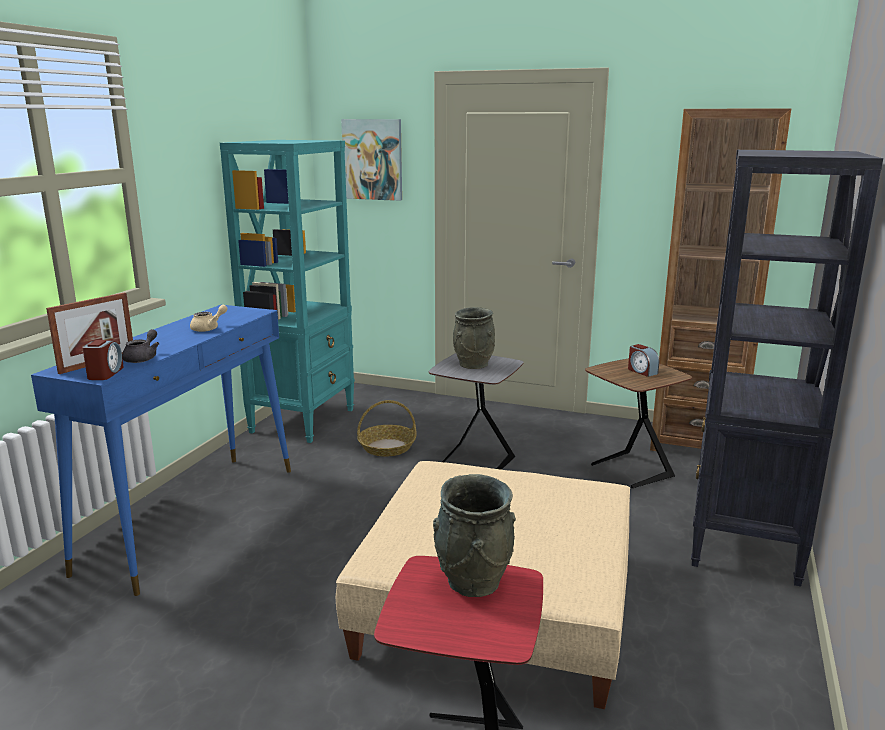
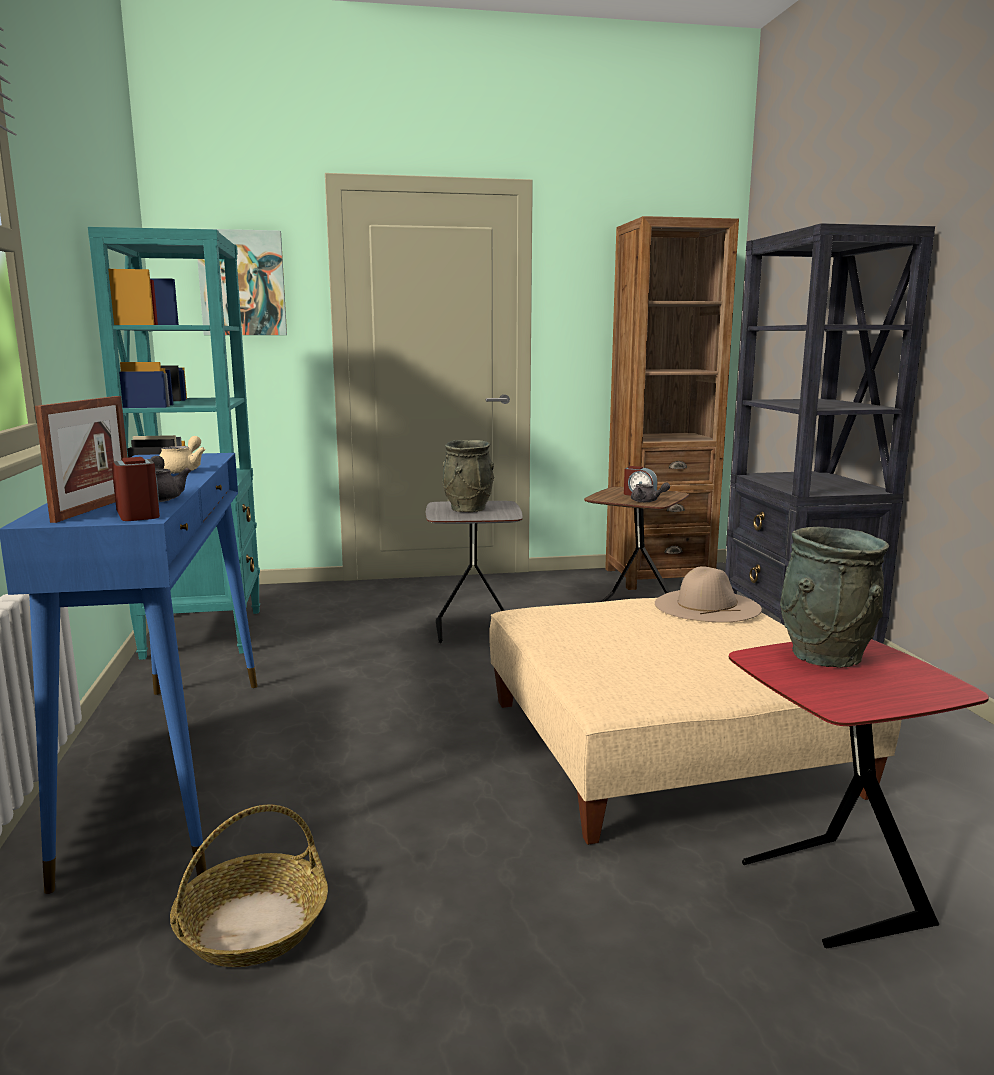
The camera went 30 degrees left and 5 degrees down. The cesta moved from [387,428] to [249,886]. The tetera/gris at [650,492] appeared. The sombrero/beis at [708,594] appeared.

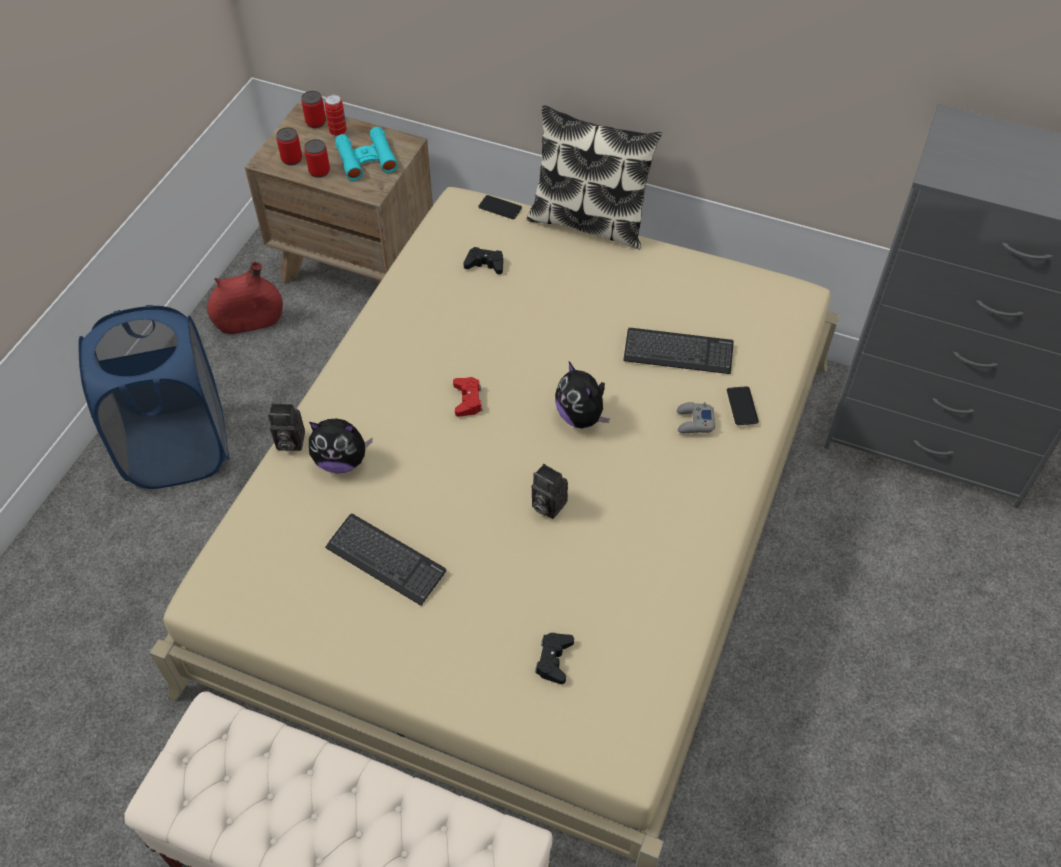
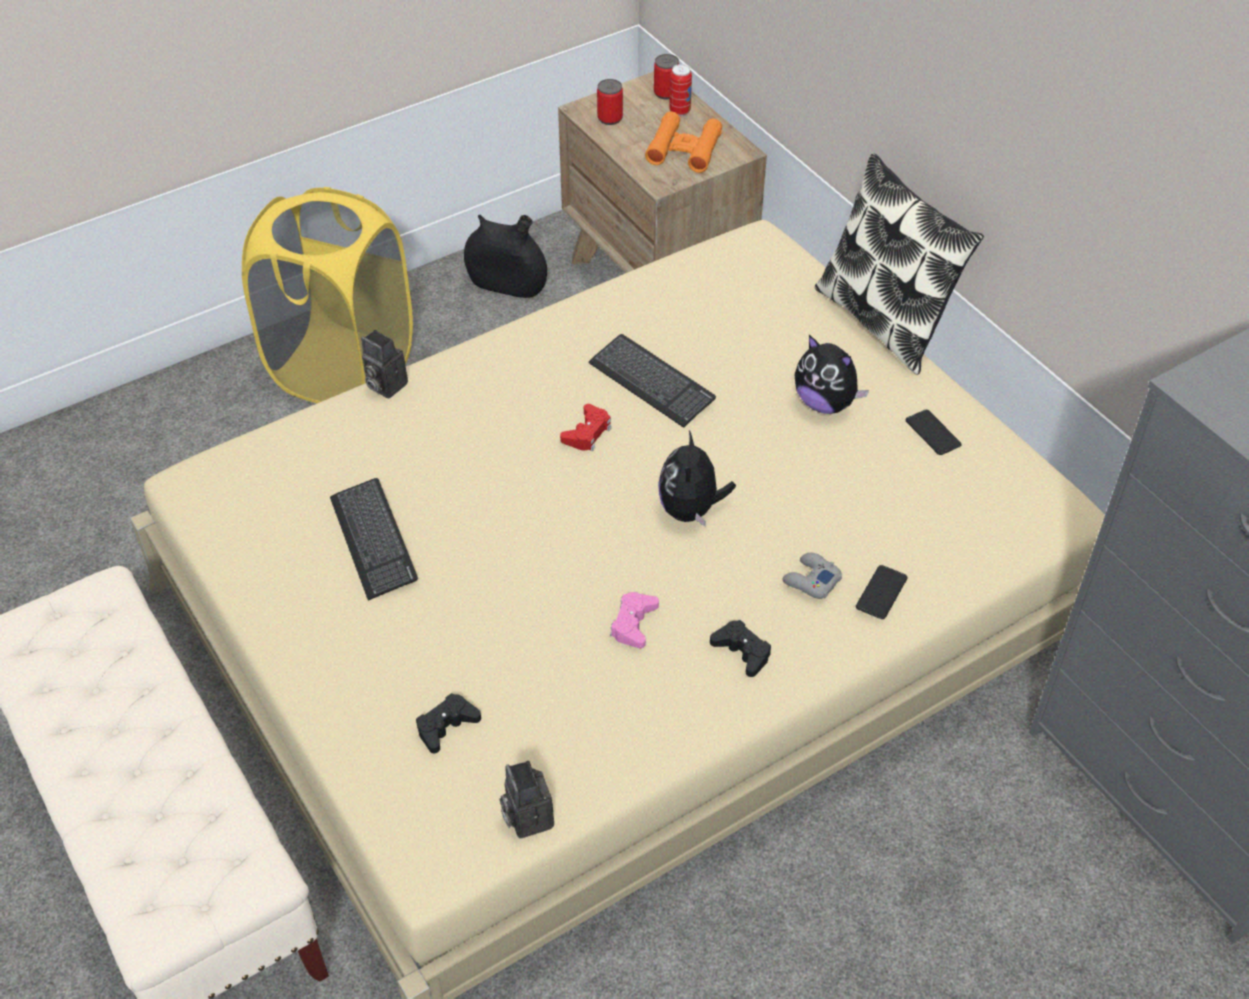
The camera went 35 degrees right and 5 degrees down. The prismáticos/turquesa at [366,154] became the prismáticos/naranja at [683,142]. The lata at [317,158] disappeared. The móvil moved from [500,207] to [934,432]. The mando de consola/negro moved from [483,260] to [740,648]. The florero/rojo at [245,298] became the florero/negro at [505,256]. The cesto de la ropa/azul at [153,397] became the cesto de la ropa/amarillo at [327,295]. The teclado moved from [678,351] to [652,381]. The peluche moved from [341,445] to [831,374]. The cámara moved from [550,491] to [527,799]. The mando de consola/rosa at [634,620] appeared.

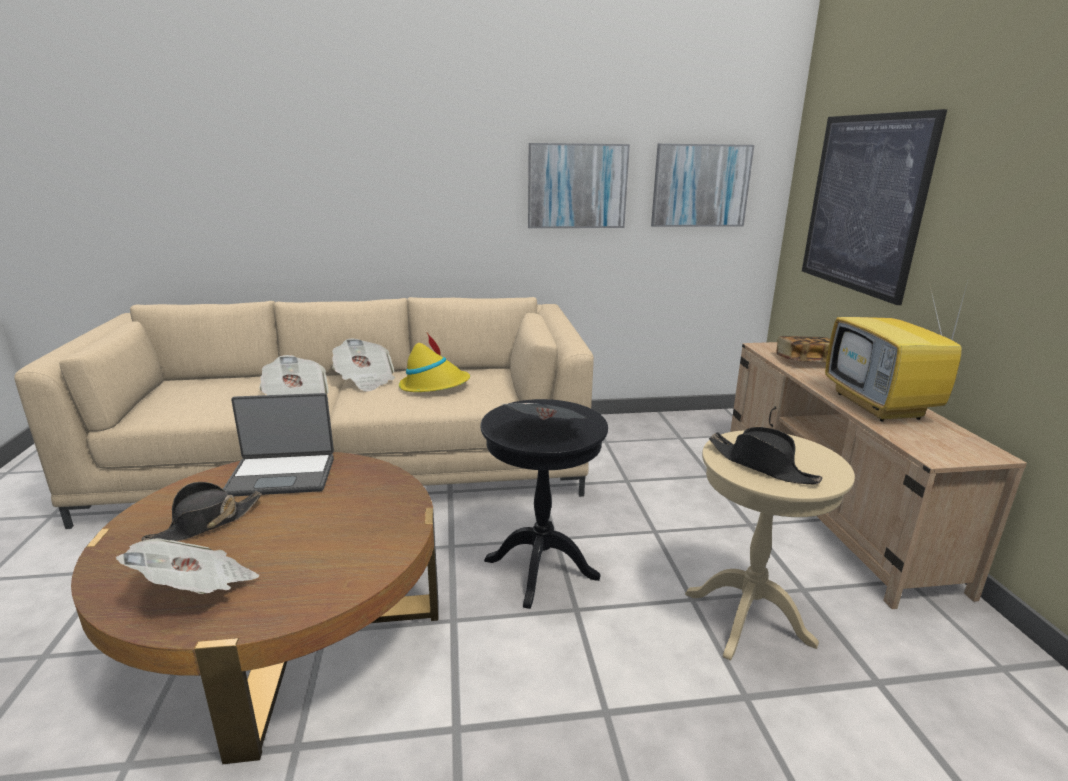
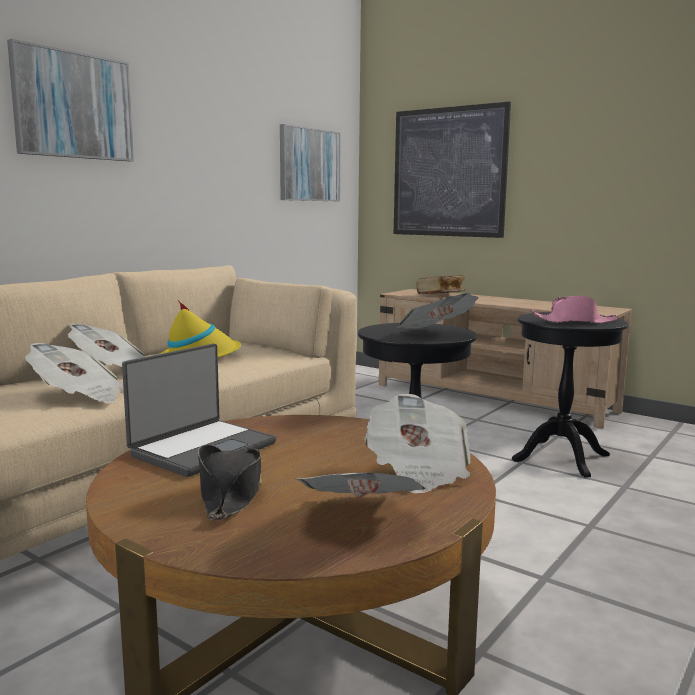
The camera went 45 degrees left and 10 degrees down. The cuadro moved from [579,185] to [70,100]. The televisor at [896,349] disappeared. The sombrero/negro at [766,455] became the sombrero/rosa at [575,310]. The mesa auxiliar/beis at [770,545] became the mesa auxiliar/negro at [570,395]. The periódico at [417,443] appeared.

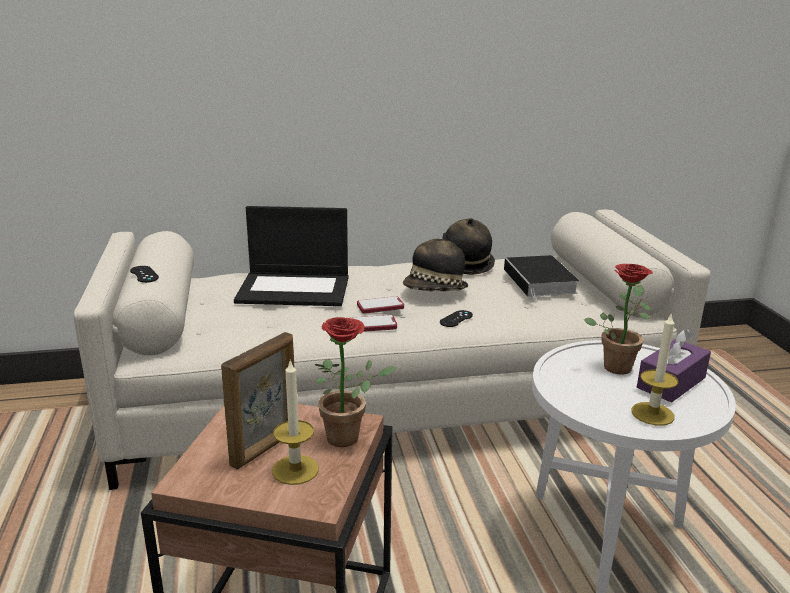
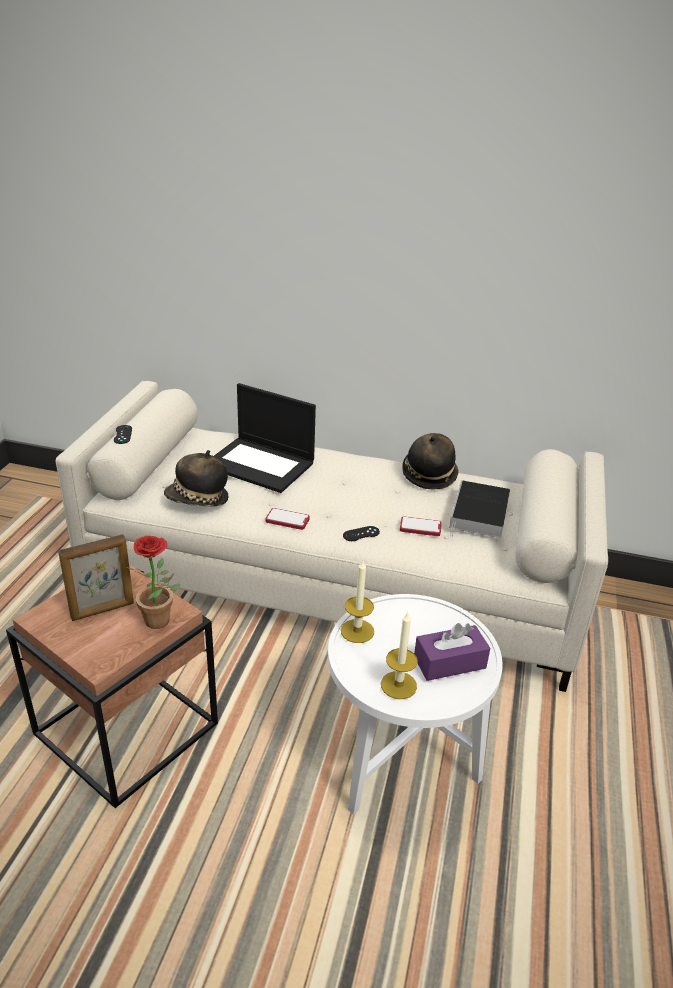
The camera went 25 degrees right and 10 degrees up. The sombrero moved from [435,261] to [196,478]. The planta en maceta at [618,319] disappeared. The móvil moved from [380,305] to [421,526]. The vela moved from [295,422] to [357,602].

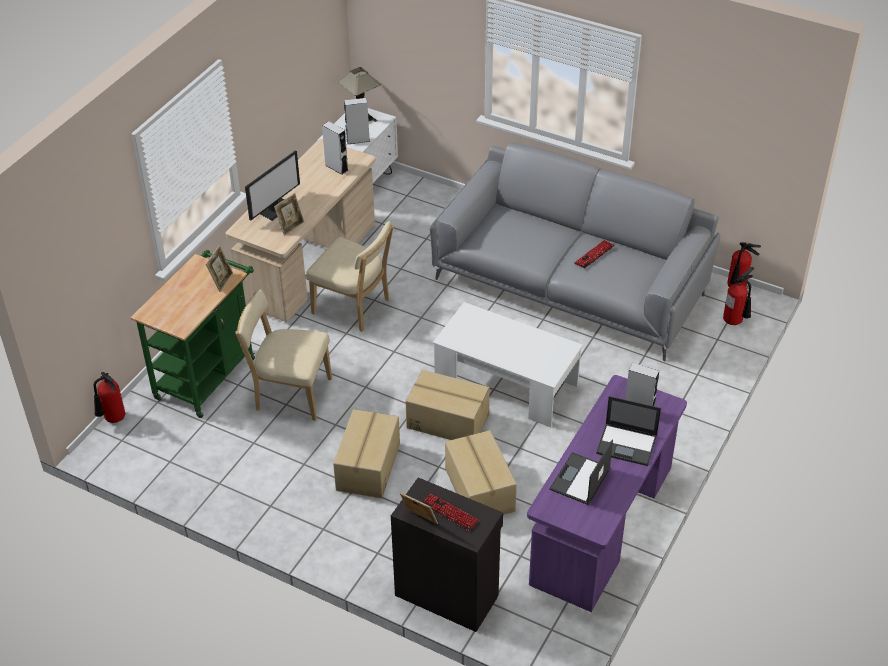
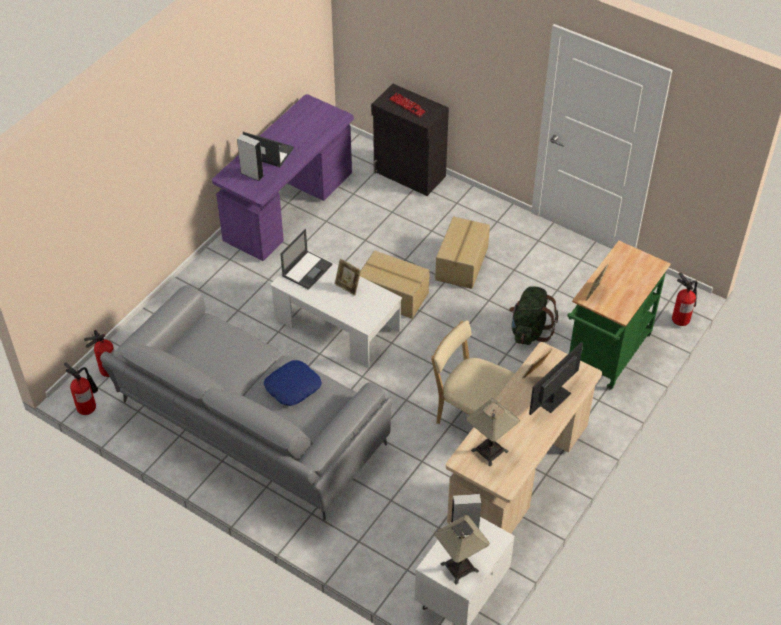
The camera went 175 degrees left and 5 degrees up. The altavoz/gris at [335,148] was replaced by the lámpara de mesa at [493,432]. The teclado at [594,254] disappeared. The silla/beis at [284,355] was replaced by the mochila/verde at [533,315]. The caja de cartón at [481,472] disappeared. The portátil moved from [581,472] to [306,259]. The portarretratos moved from [419,508] to [348,277]. The cojín/azul at [293,383] appeared.

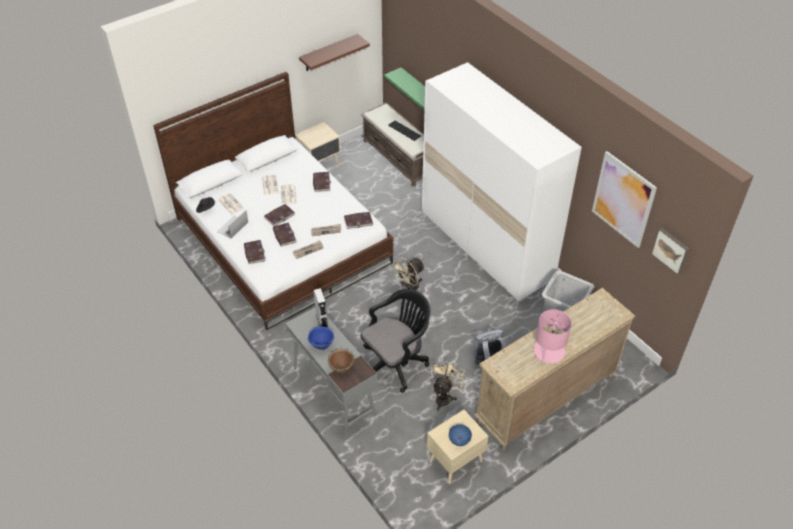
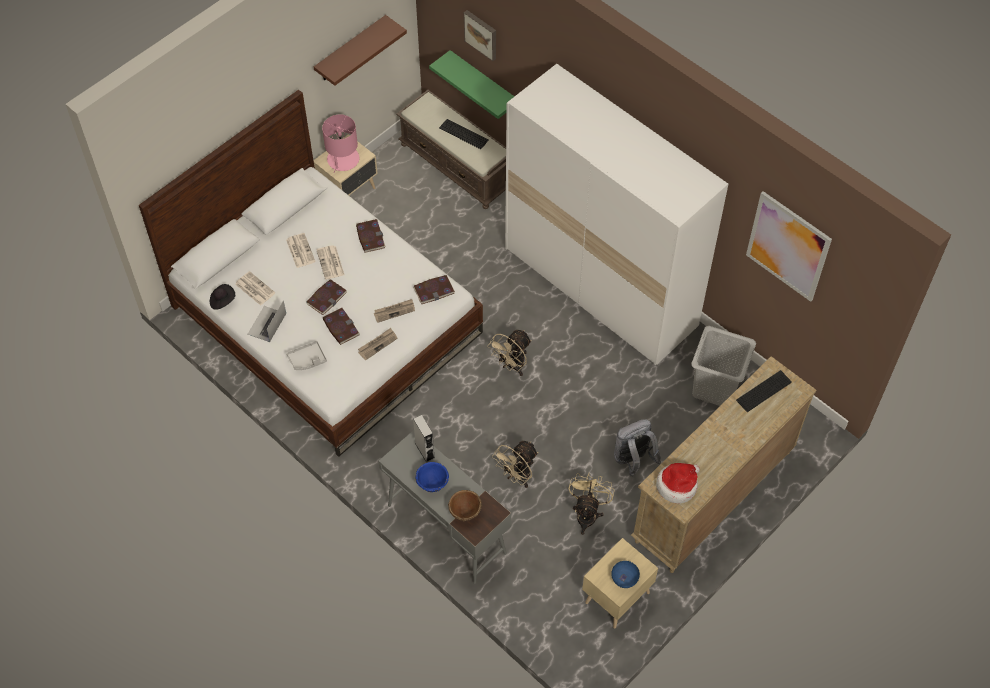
The camera went 10 degrees left and 10 degrees up. The cuadro moved from [670,251] to [480,35]. The libro at [255,252] was replaced by the bandeja/gris at [307,355]. The silla de oficina/negro at [395,341] was replaced by the ventilador/beis at [515,464]. The lámpara de mesa/rosa moved from [553,336] to [340,143]. The teclado at [764,391] appeared. The sombrero at [678,483] appeared.

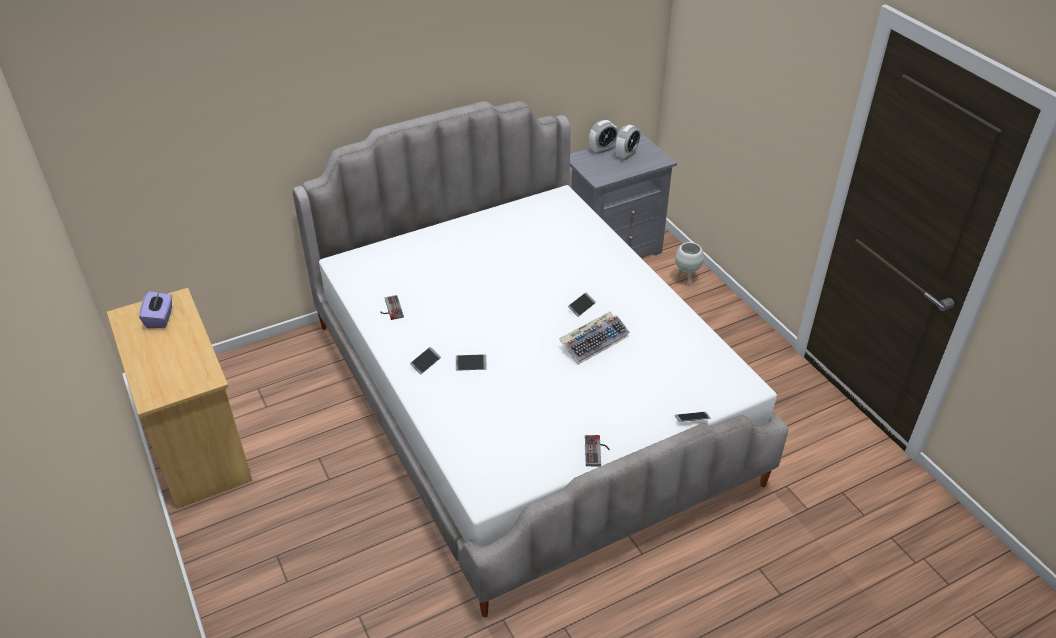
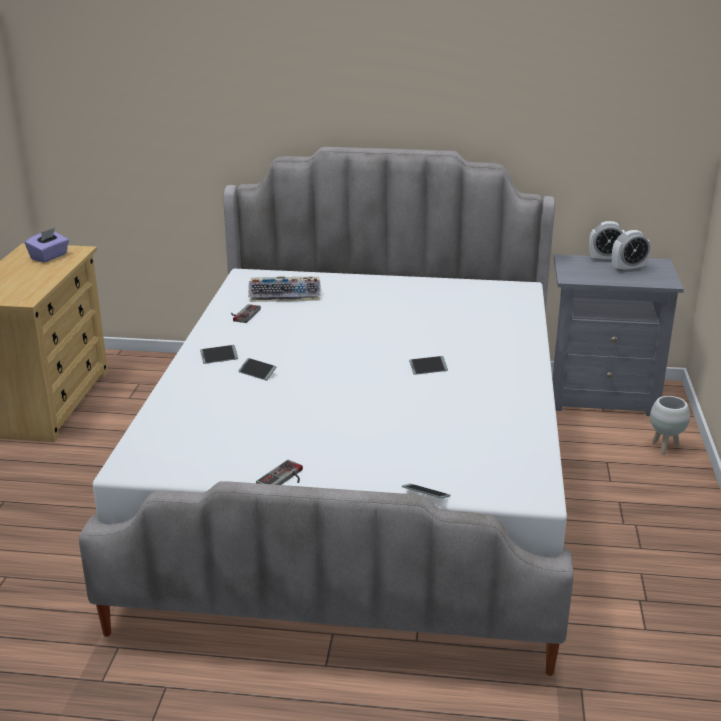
The camera went 35 degrees right and 15 degrees down. The teclado moved from [594,338] to [284,289].

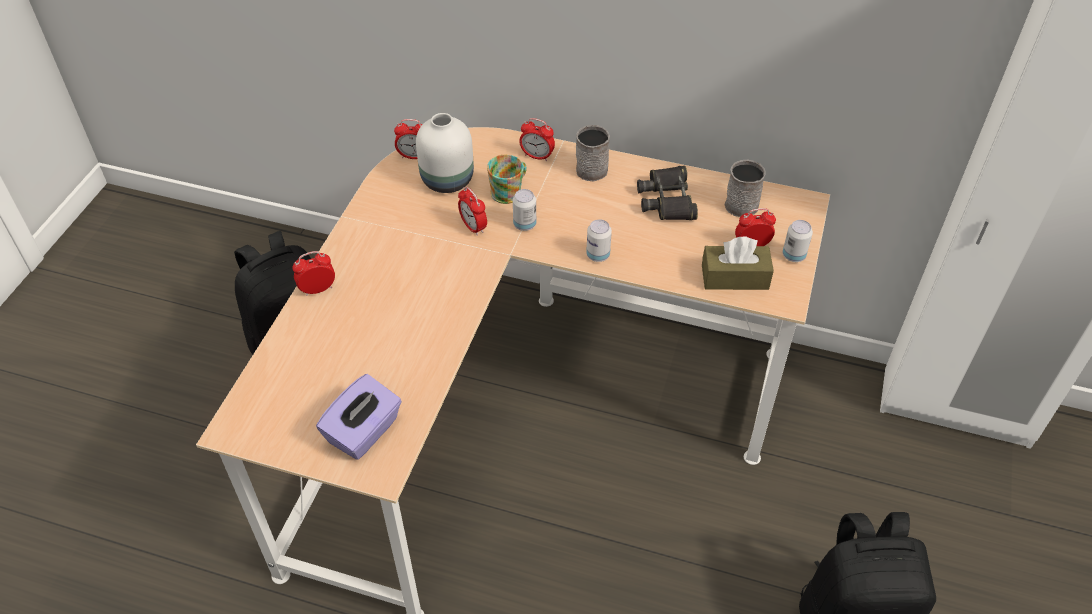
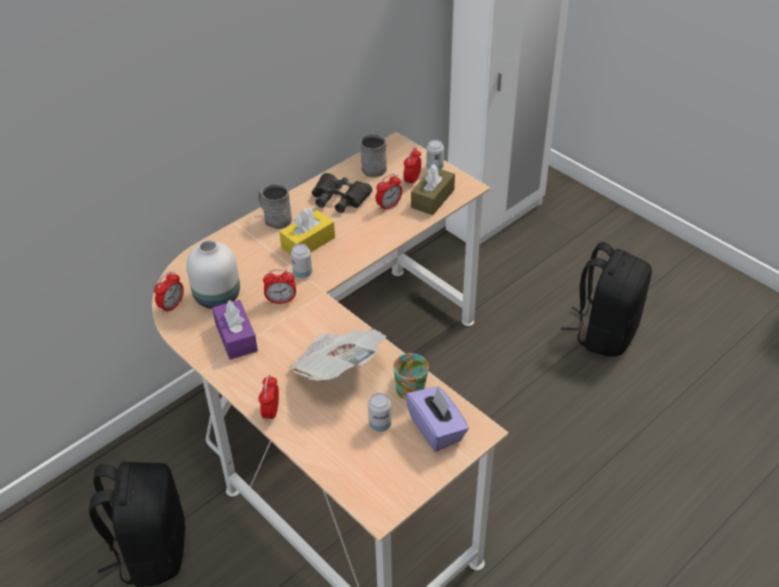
The camera went 60 degrees left and 5 degrees down. The despertador moved from [537,139] to [389,193]. The taza grande moved from [507,179] to [411,376]. The lata moved from [599,240] to [379,412]. The caja de pañuelos/amarillo at [307,231] appeared. The caja de pañuelos/morado at [235,329] appeared. The periódico at [337,355] appeared.

